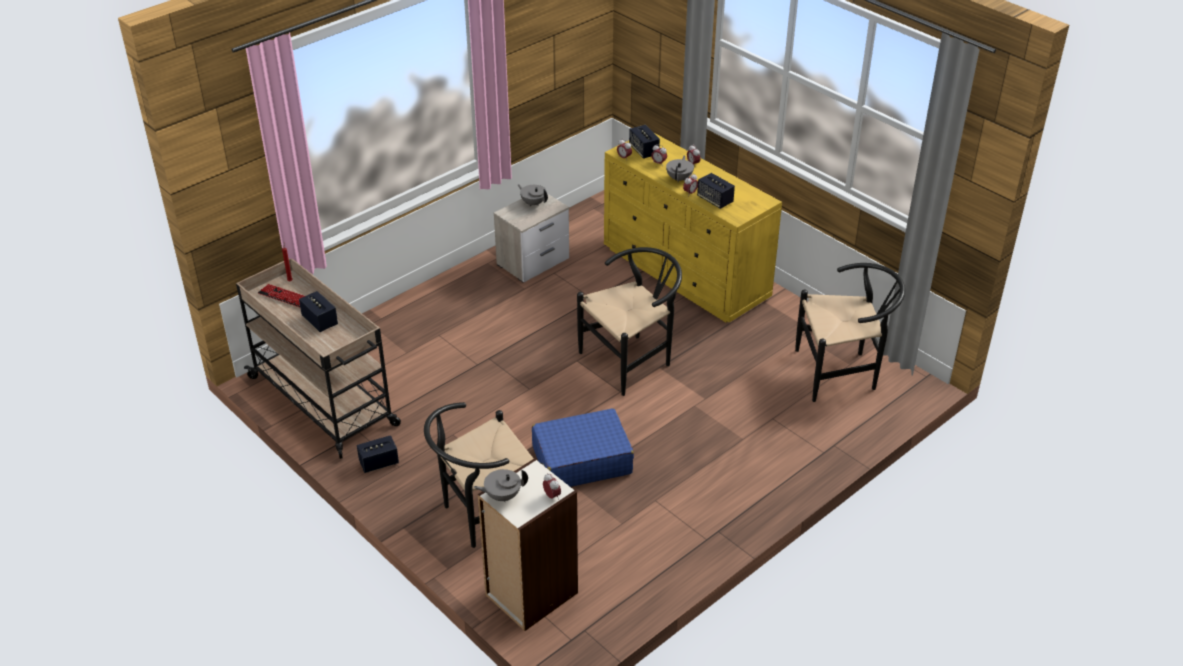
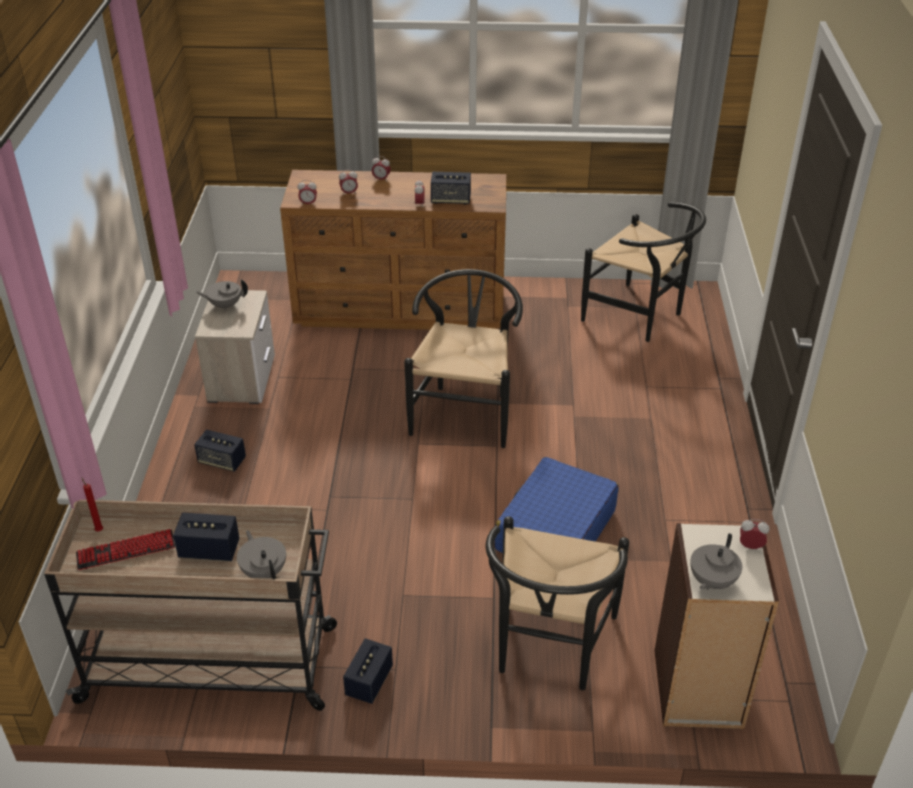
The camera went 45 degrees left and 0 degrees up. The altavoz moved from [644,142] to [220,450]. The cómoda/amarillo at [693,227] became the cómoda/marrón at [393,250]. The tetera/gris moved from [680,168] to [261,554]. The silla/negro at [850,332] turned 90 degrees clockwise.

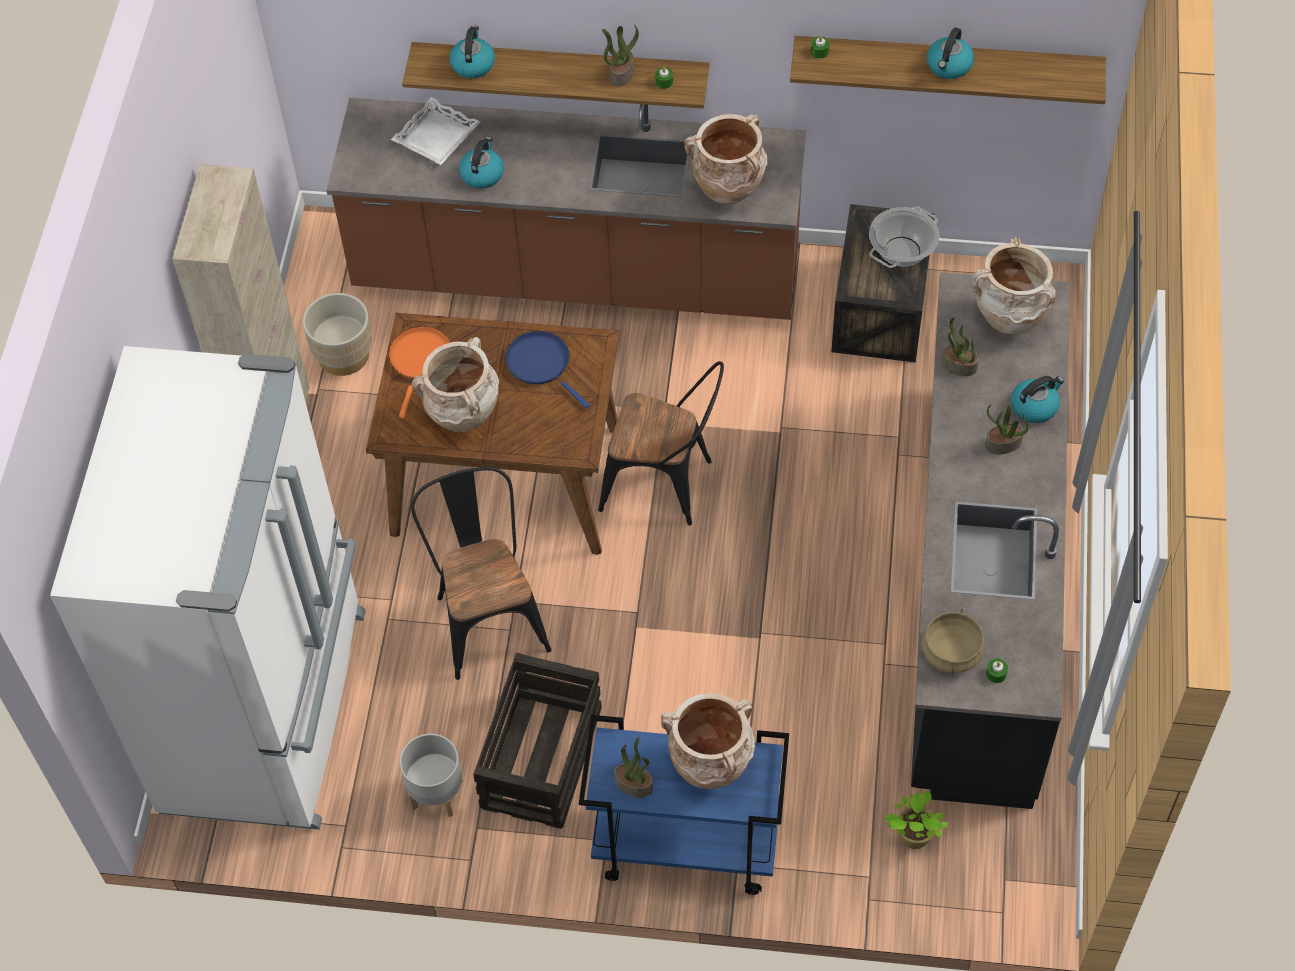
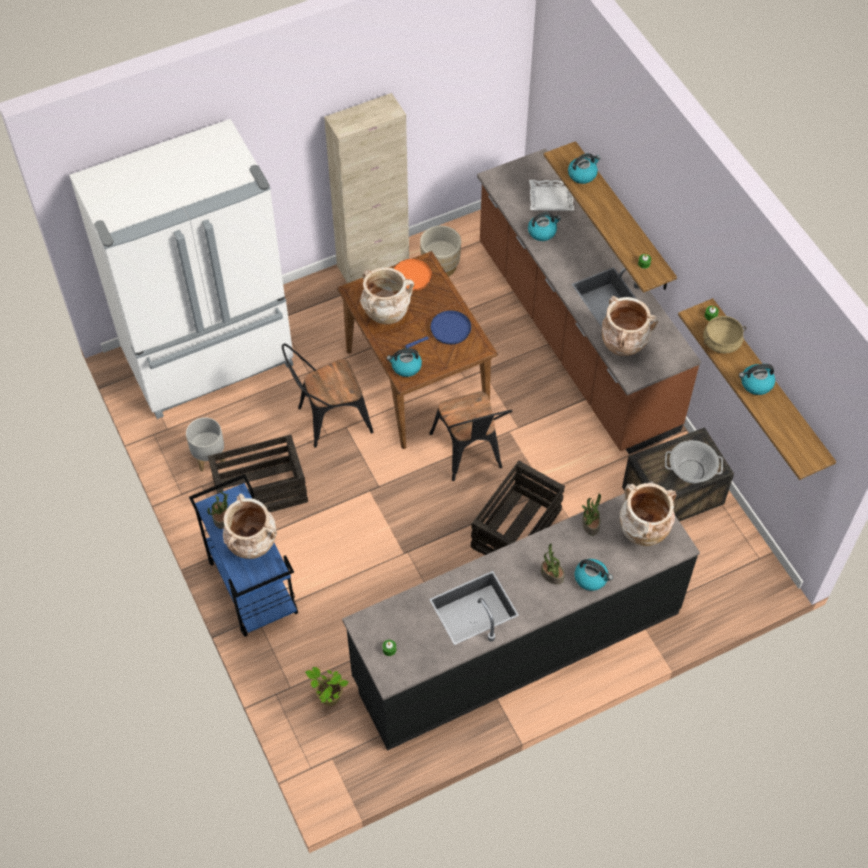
The camera went 55 degrees right and 0 degrees up. The planta en maceta at [620,55] disappeared. The sartén/azul at [547,370] turned 45 degrees clockwise. The silla/negro at [481,573] turned 150 degrees counterclockwise. The olla/beis moved from [953,642] to [724,335]. The hervidor at [404,362] appeared. The caja de embalaje at [518,508] appeared.

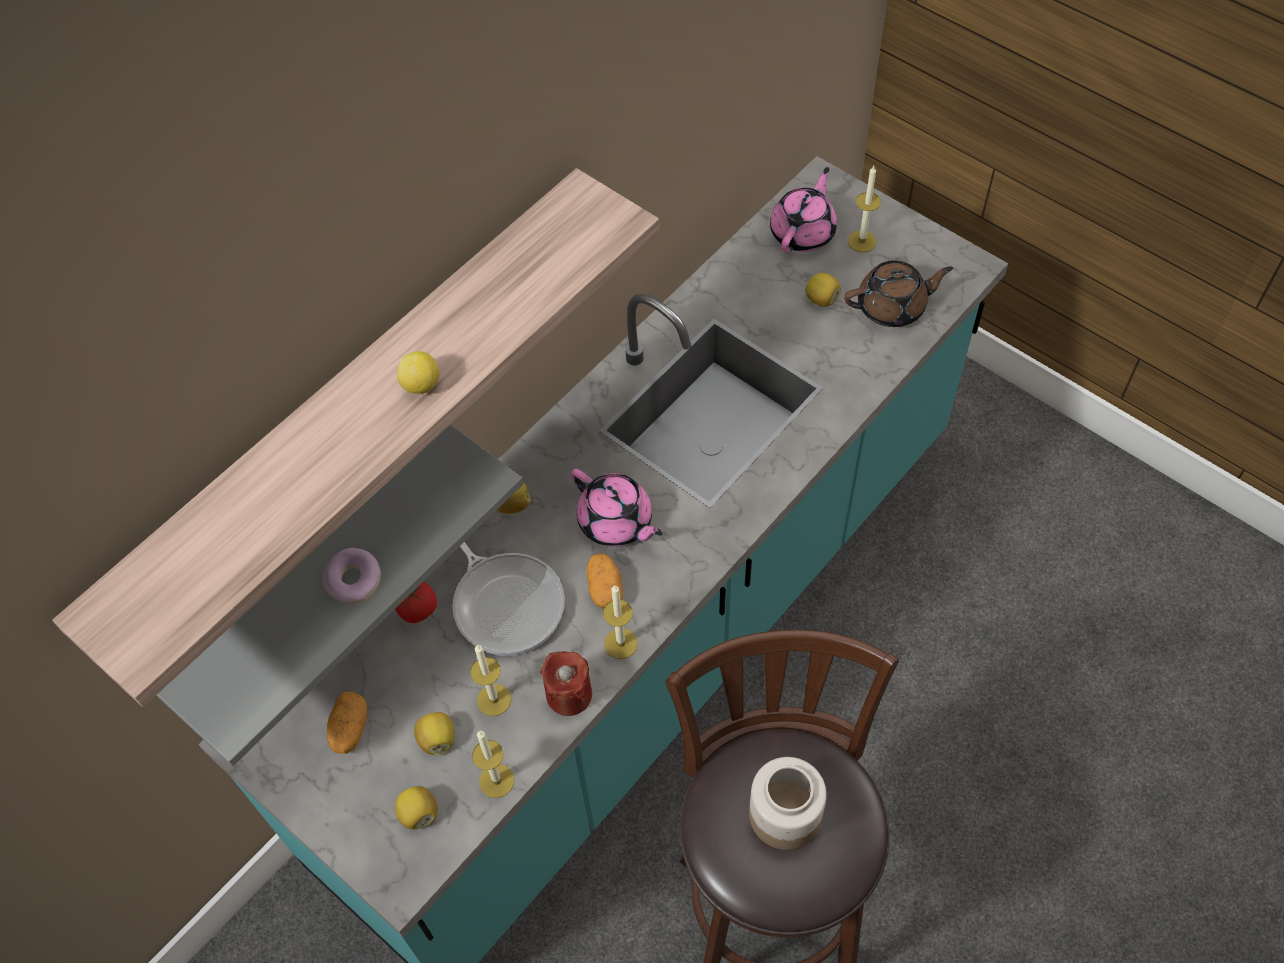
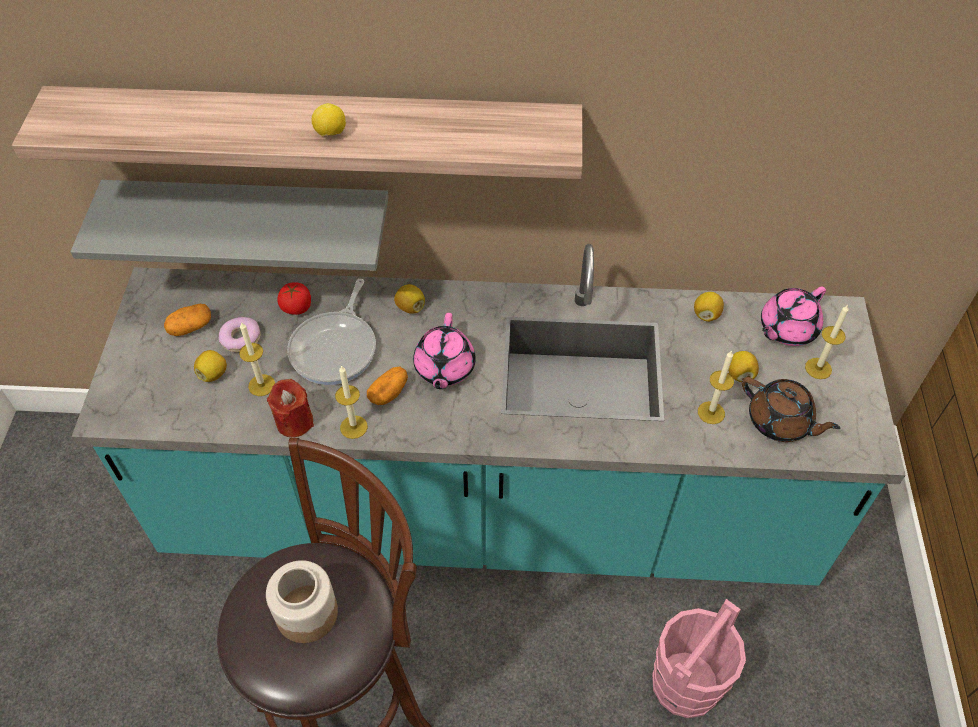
The camera went 50 degrees right and 5 degrees down. The tetera/rosa at [803,209] turned 150 degrees clockwise. The rosquilla moved from [352,576] to [240,334]. The vela moved from [493,764] to [716,387]. The limón moved from [416,807] to [709,307]. The cubo/rosa at [699,658] appeared.

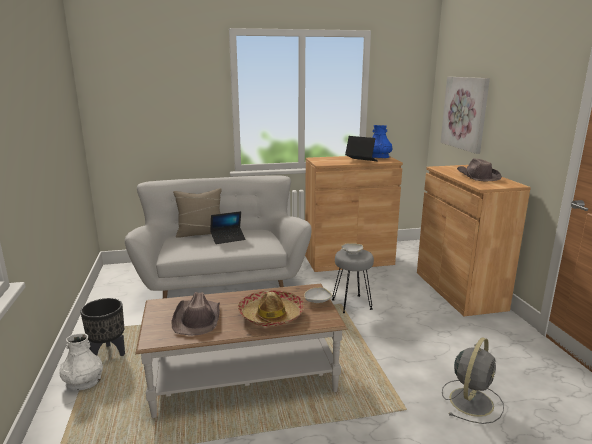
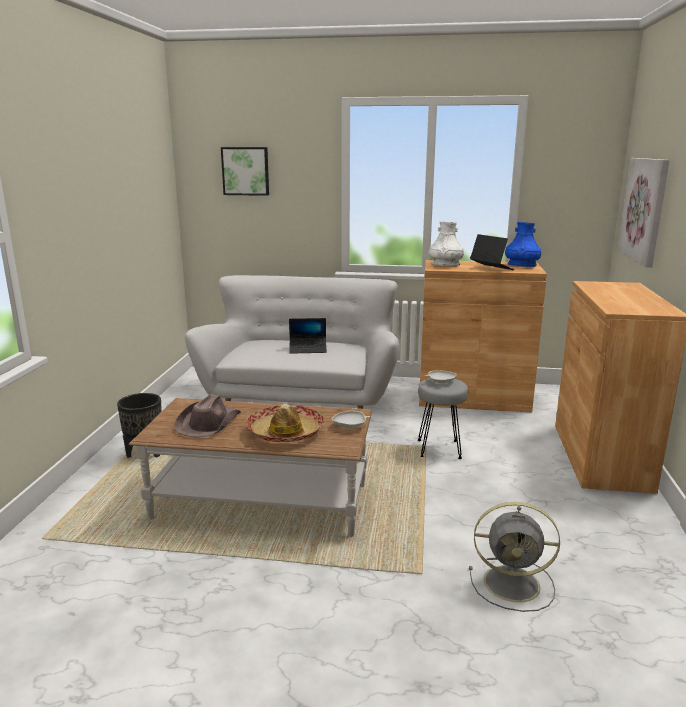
The camera went 20 degrees right and 0 degrees up. The sombrero/marrón at [479,169] disappeared. The cojín/beis at [197,213] disappeared. The florero/blanco moved from [81,362] to [446,244]. The ventilador/gris at [473,380] turned 45 degrees clockwise. The cuadro at [245,171] appeared.

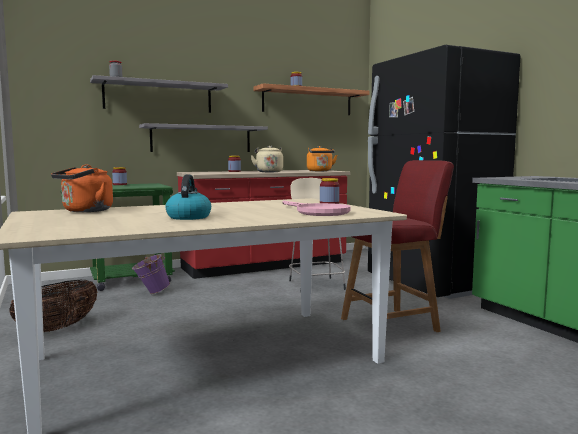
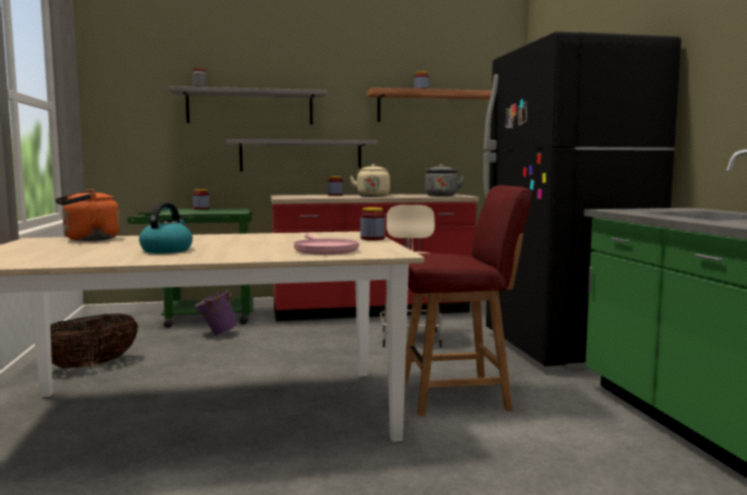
The camera went 15 degrees right and 0 degrees up. The hervidor/naranja at [322,158] became the hervidor/gris at [444,180].

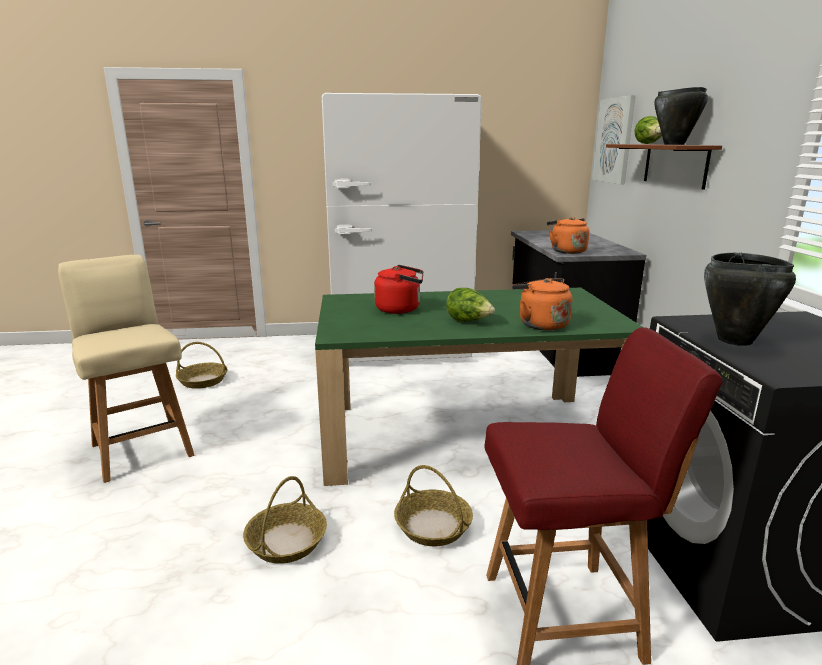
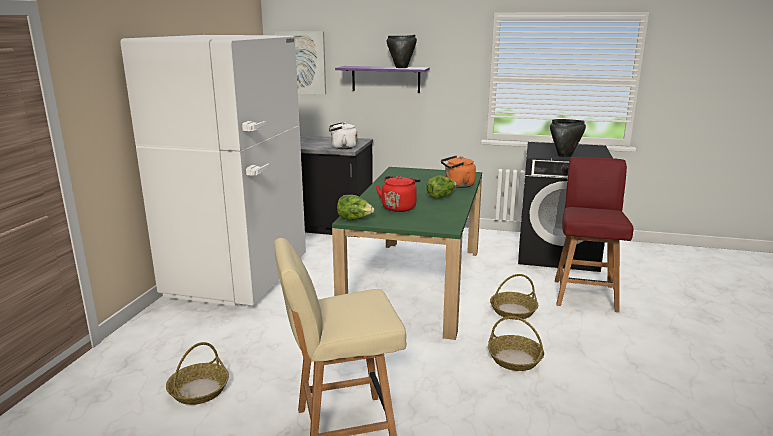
The camera went 70 degrees left and 0 degrees up. The lechuga moved from [648,130] to [355,208]. The estante/marrón at [664,167] became the estante/morado at [382,79]. The hervidor/naranja at [568,235] became the hervidor/blanco at [343,135].

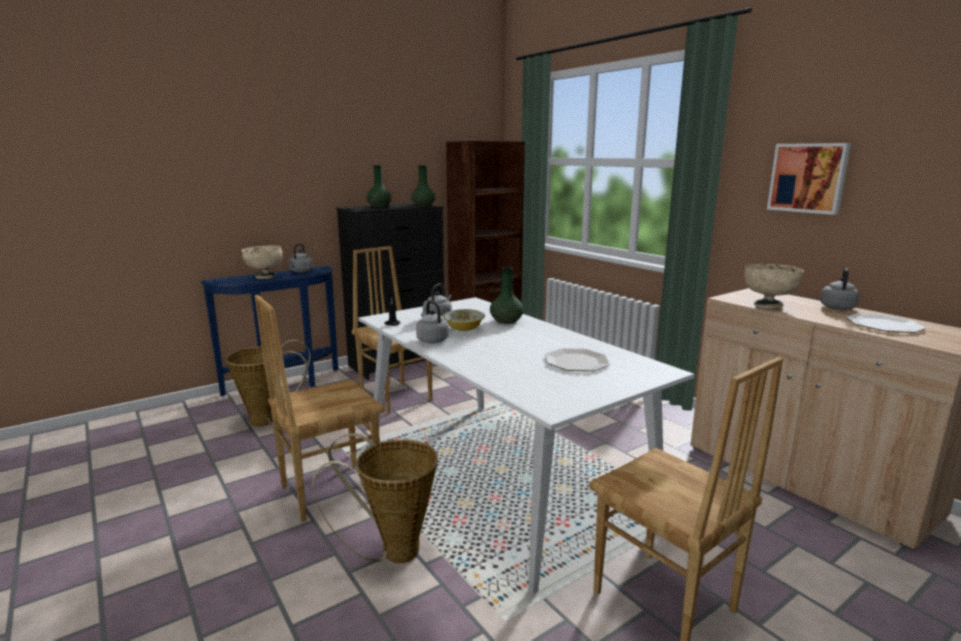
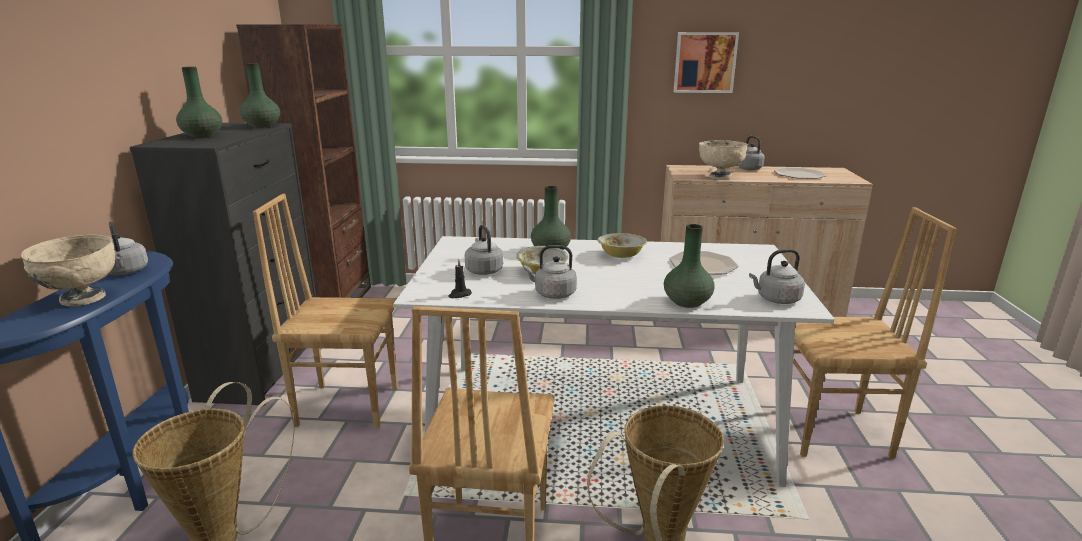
The camera went 50 degrees left and 5 degrees up. The florero/verde at [689,266] appeared. The cuenco at [622,245] appeared. The hervidor/gris at [777,276] appeared.

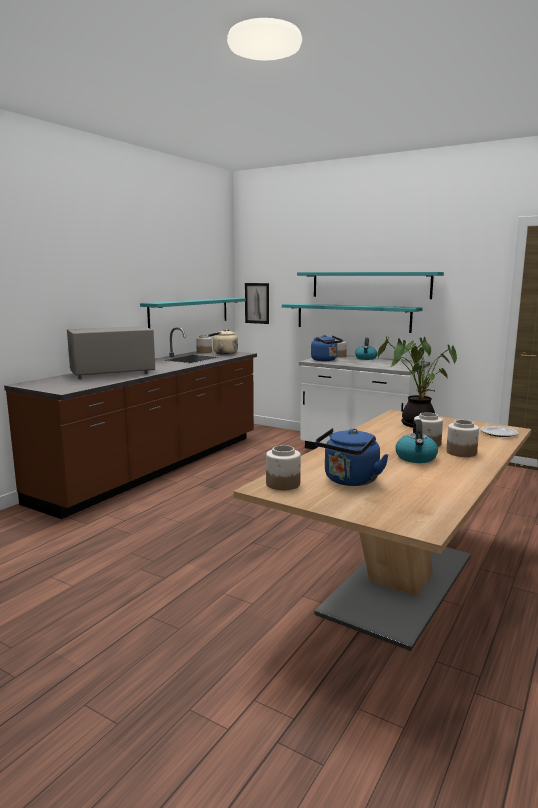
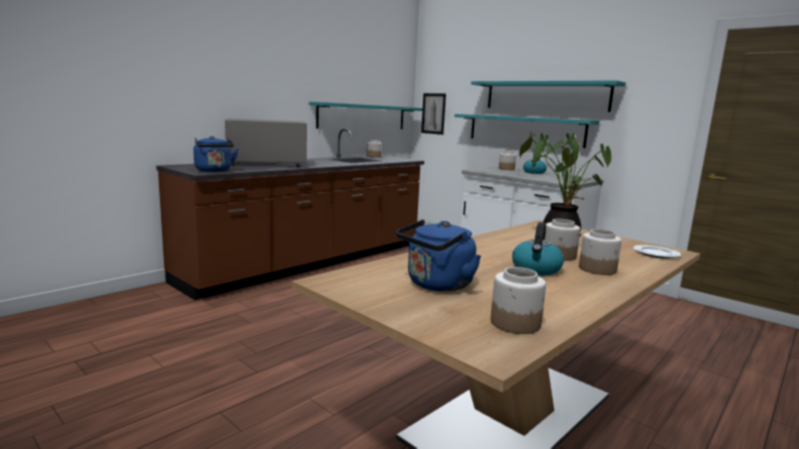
The camera went 10 degrees right and 0 degrees up. The hervidor/beis at [223,342] disappeared. The hervidor/azul moved from [327,348] to [216,154]. The tarro moved from [283,467] to [518,300].

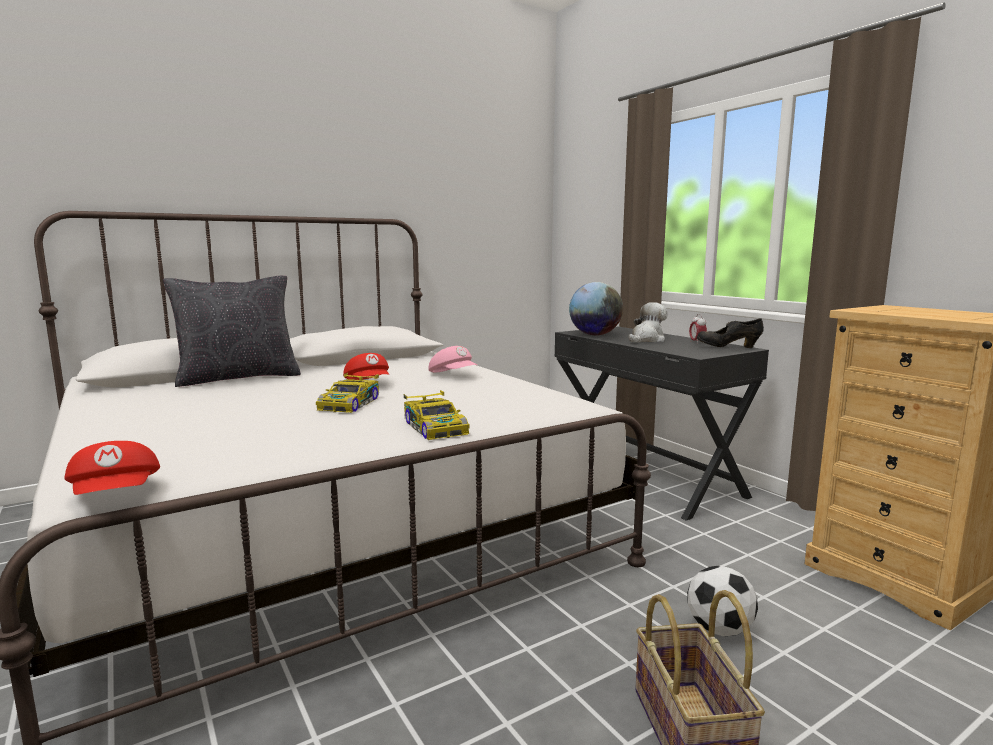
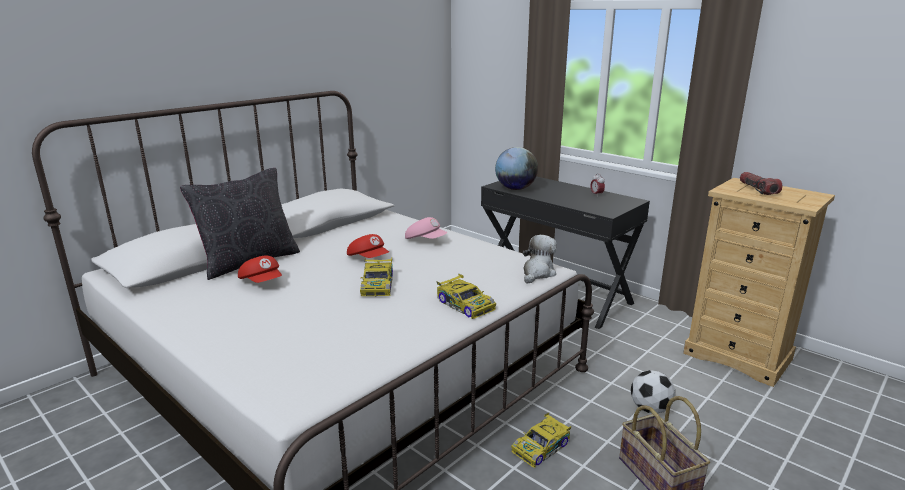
The camera went 15 degrees left and 10 degrees up. The peluche moved from [648,322] to [540,259]. The zapato/negro at [730,333] disappeared. The gorra/rojo moved from [112,468] to [260,269]. The linterna at [761,183] appeared. The coche de juguete at [541,440] appeared.

